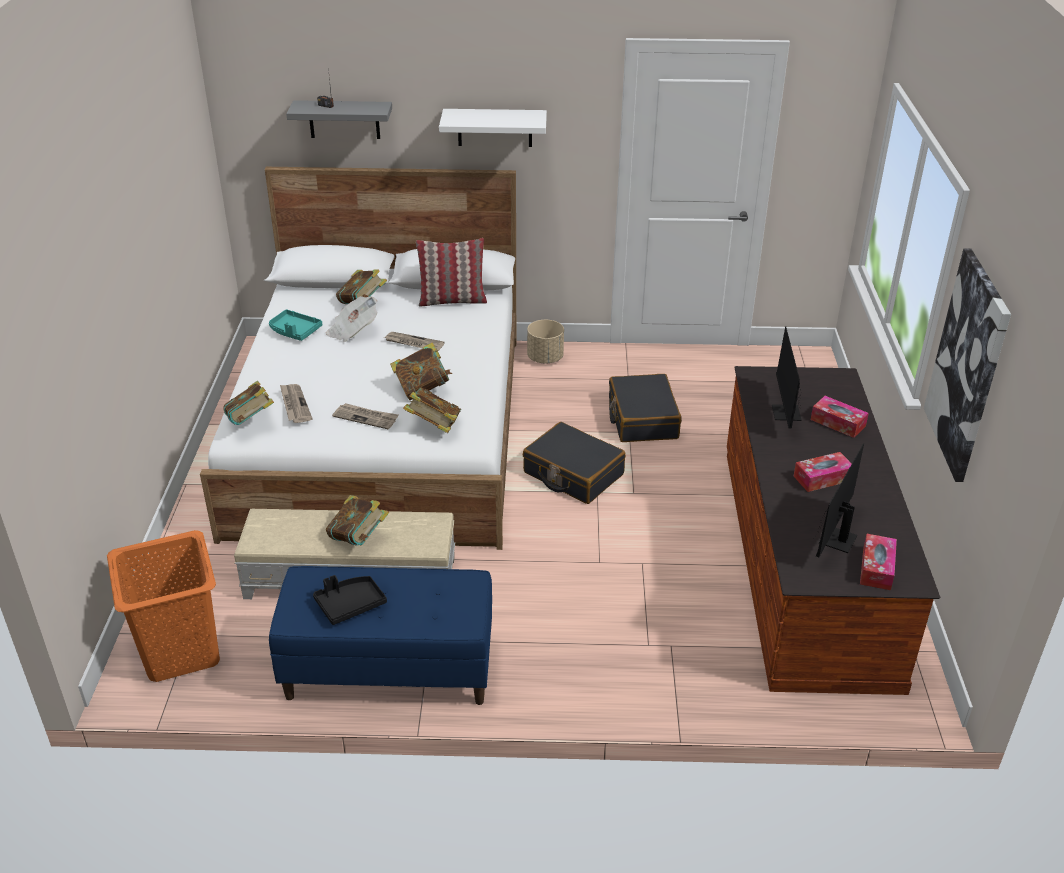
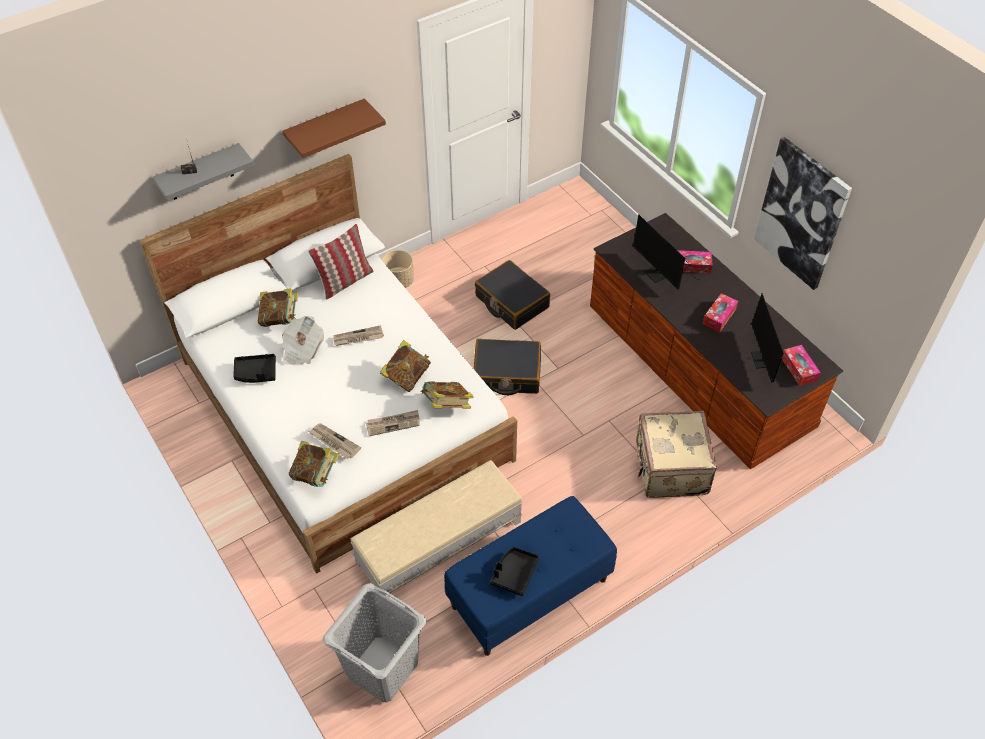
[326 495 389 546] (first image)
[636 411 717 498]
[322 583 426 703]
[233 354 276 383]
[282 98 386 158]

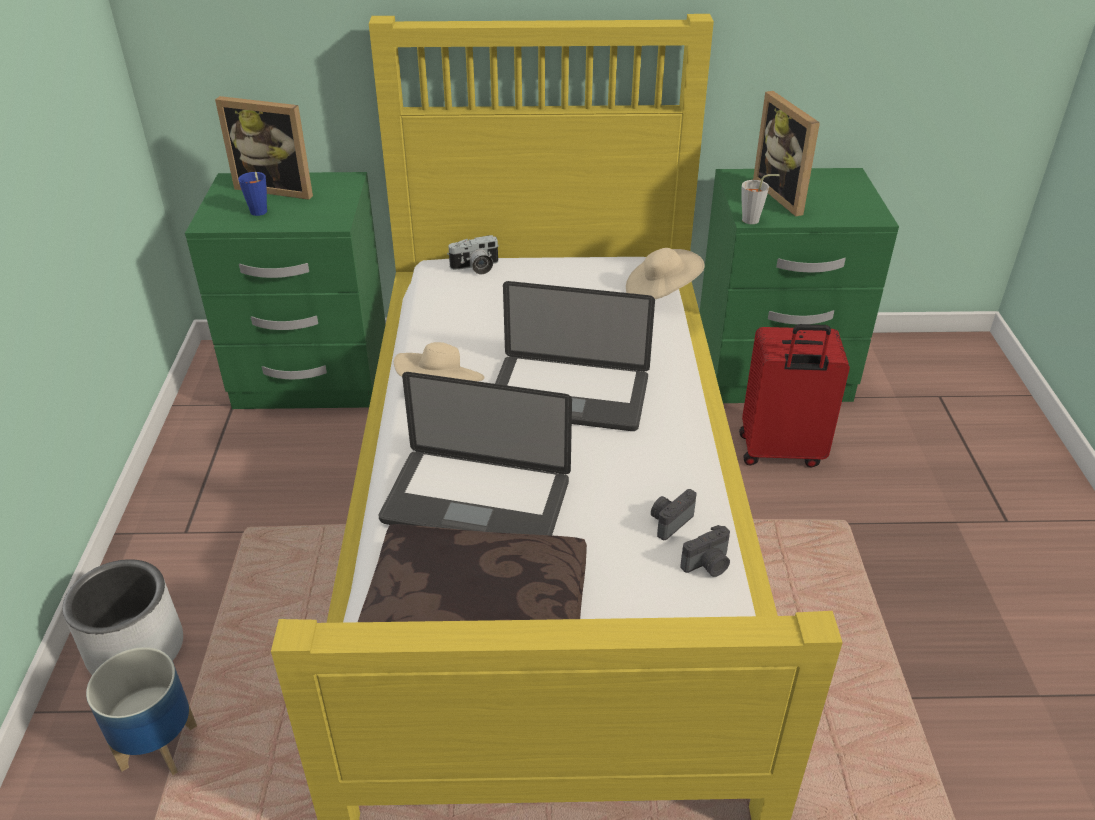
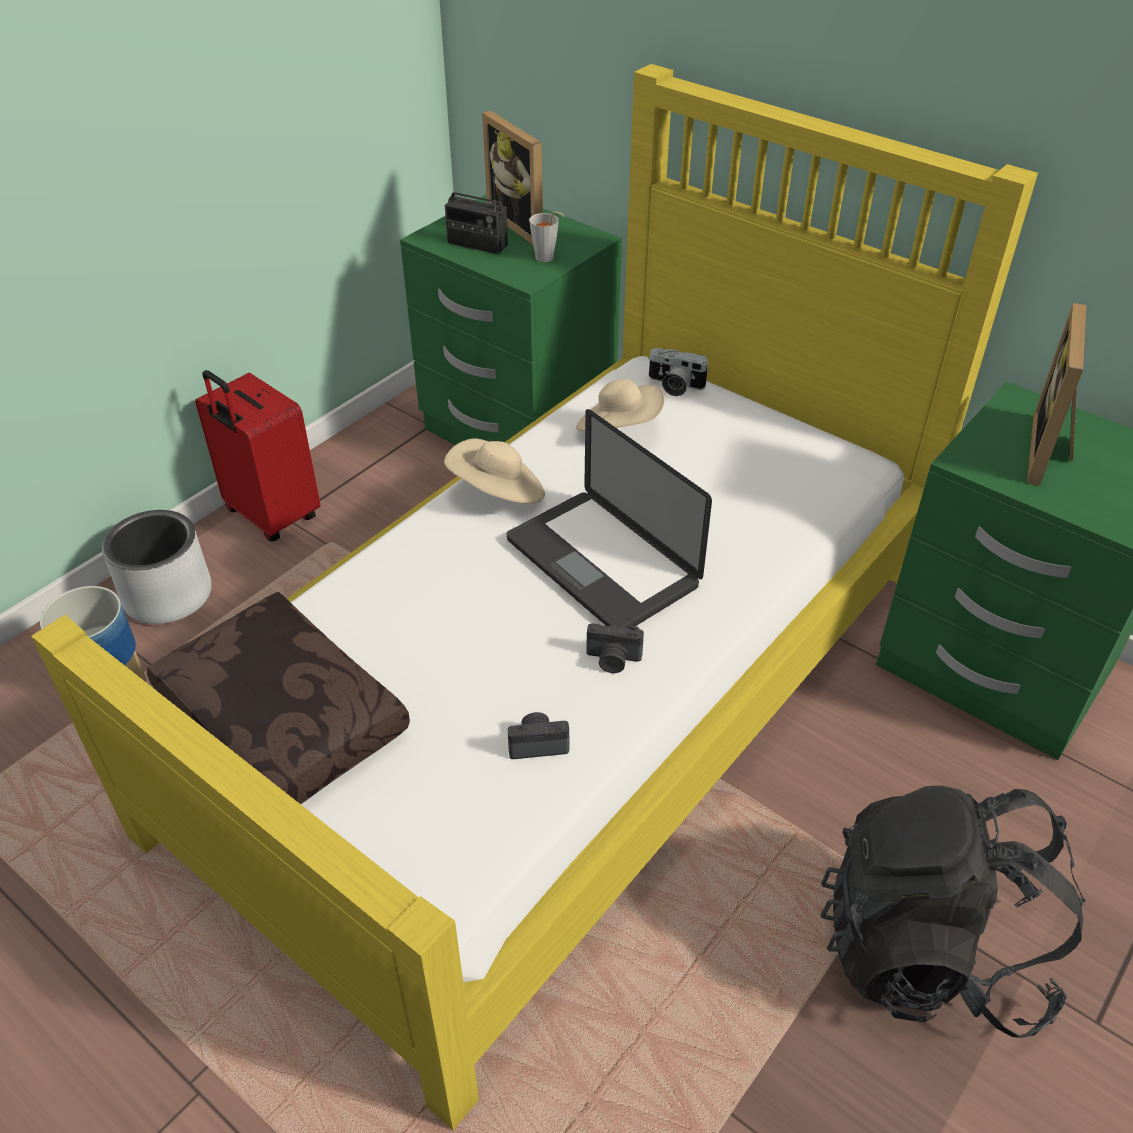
[378 372 572 536] (first image)
[820 785 1085 1038]
[576 379 665 431]
[586 623 644 673]
[195 370 320 542]
[529 211 565 262]
[445 168 508 255]

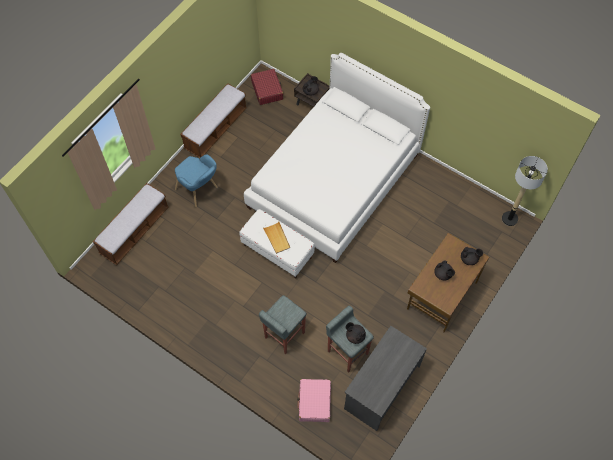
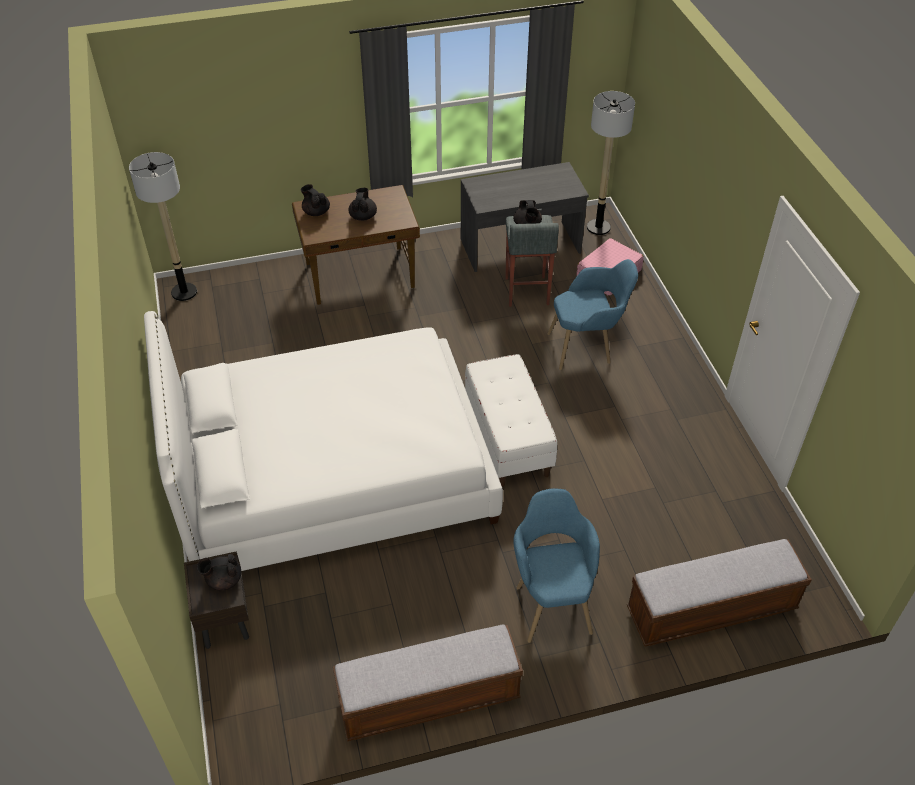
[251 69 283 105] (first image)
[263 222 290 254] (first image)
[587 91 635 235]
[547 259 638 370]

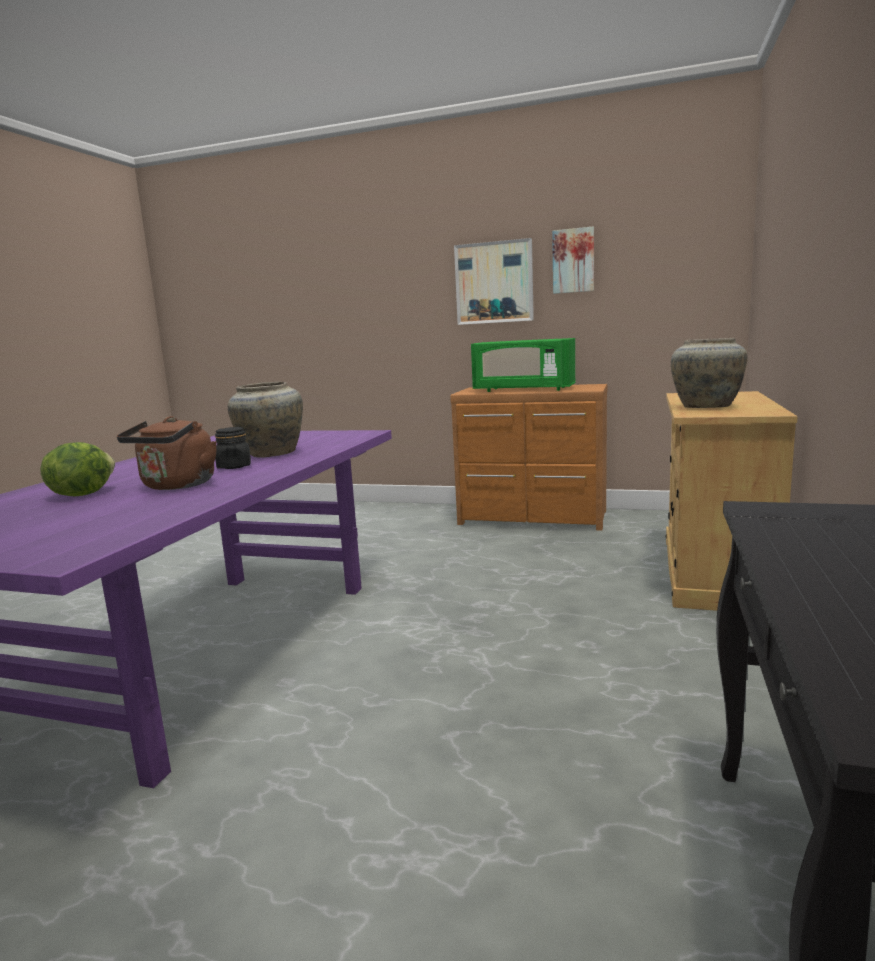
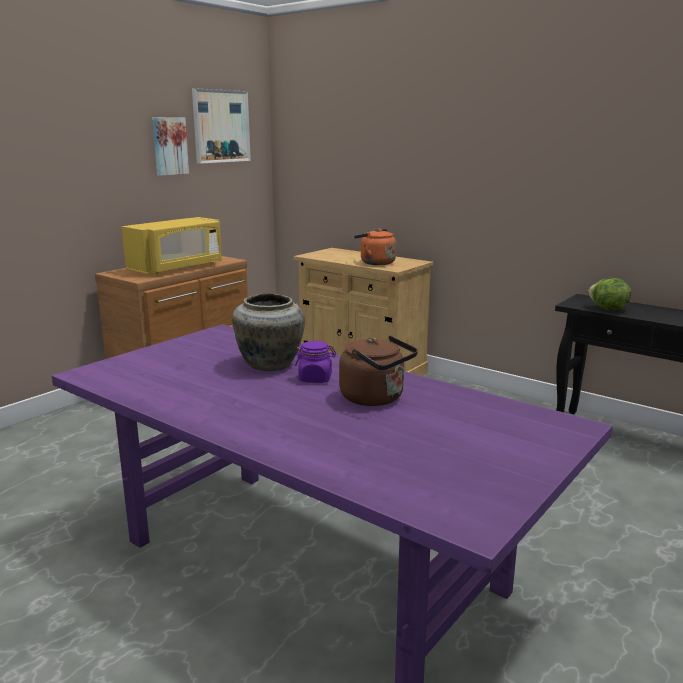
[588 278 631 310]
[192 88 251 164]
[354 229 396 265]
[295 341 336 383]
[122 217 222 275]

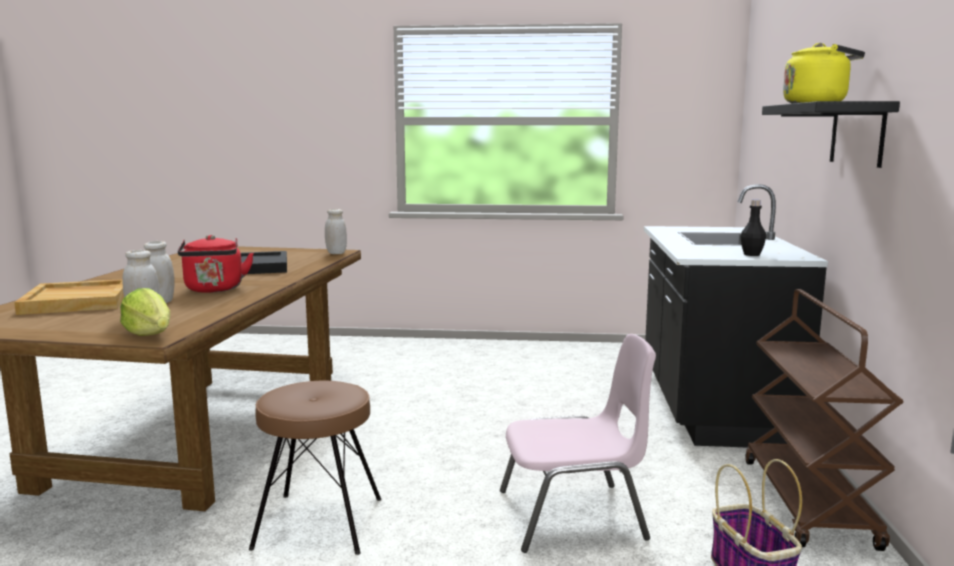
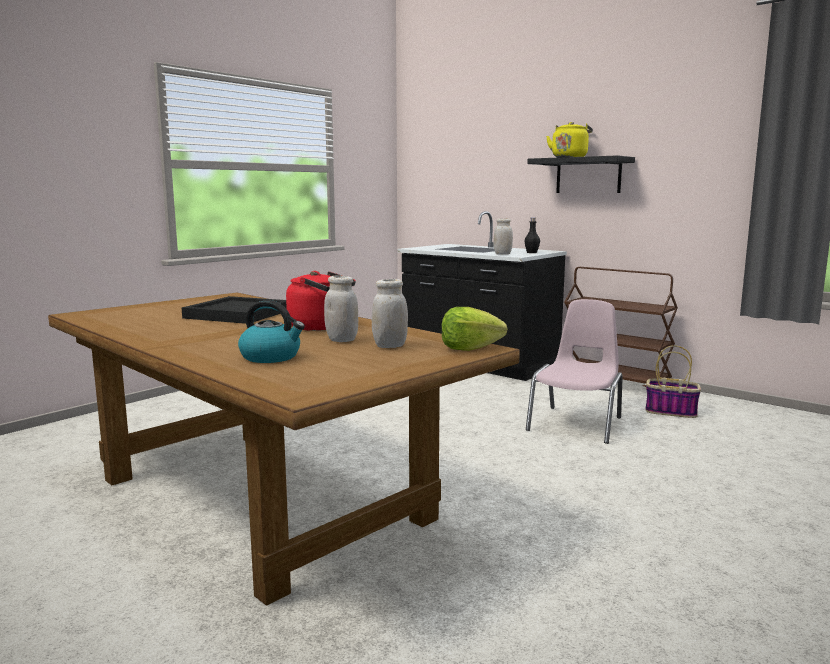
[249 381 381 555] (first image)
[493 218 513 255]
[238 300 305 363]

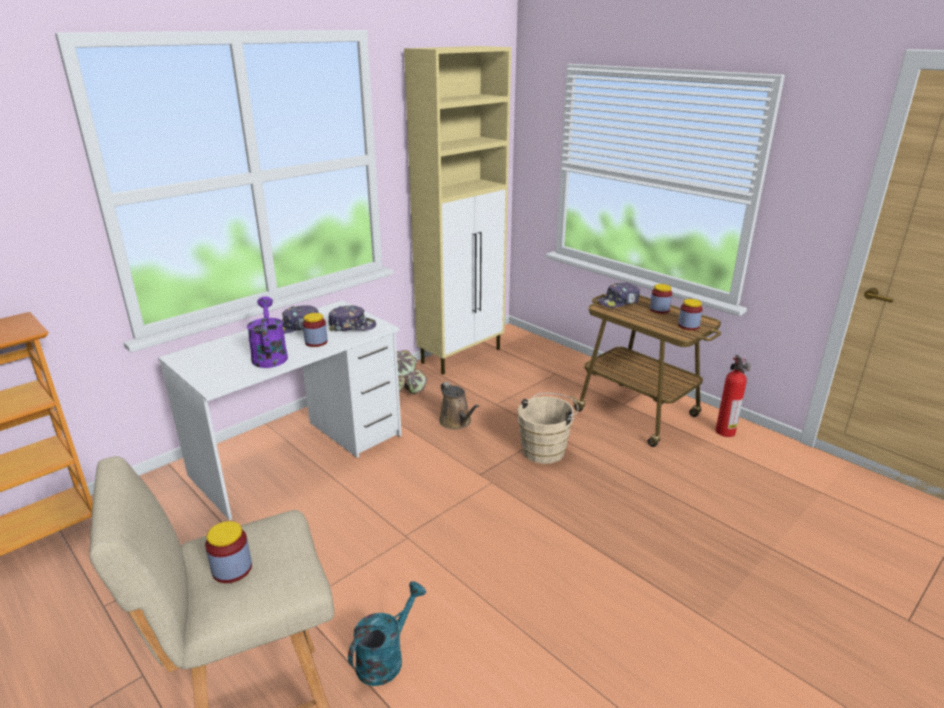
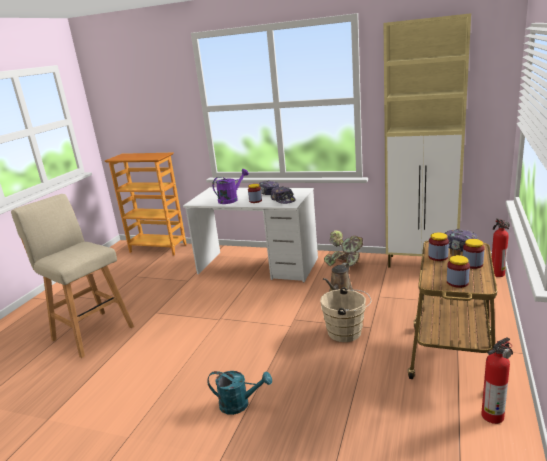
[492 218 510 277]
[428 233 449 261]
[207 371 272 415]

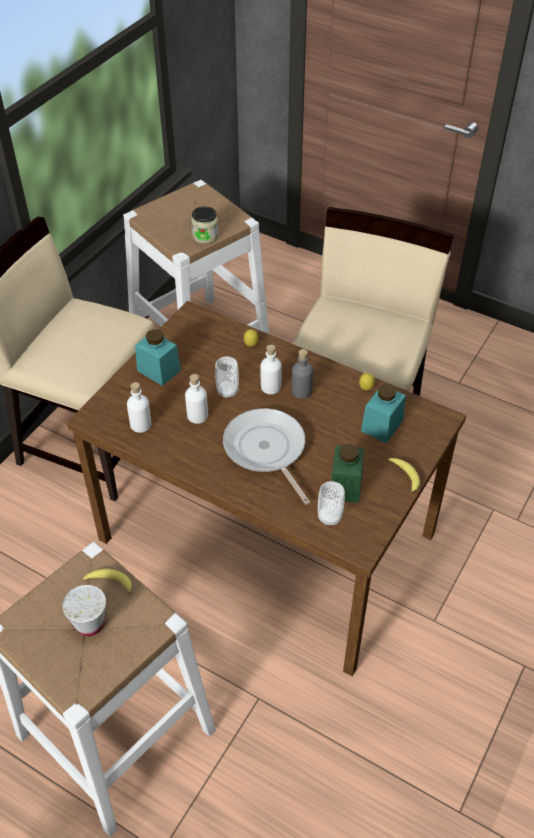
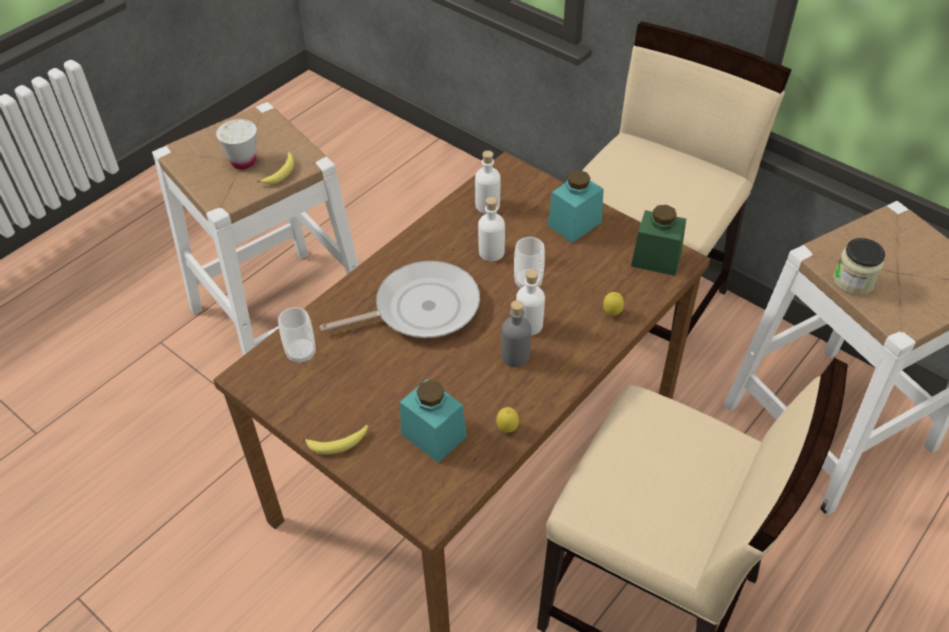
[631 205 686 276]

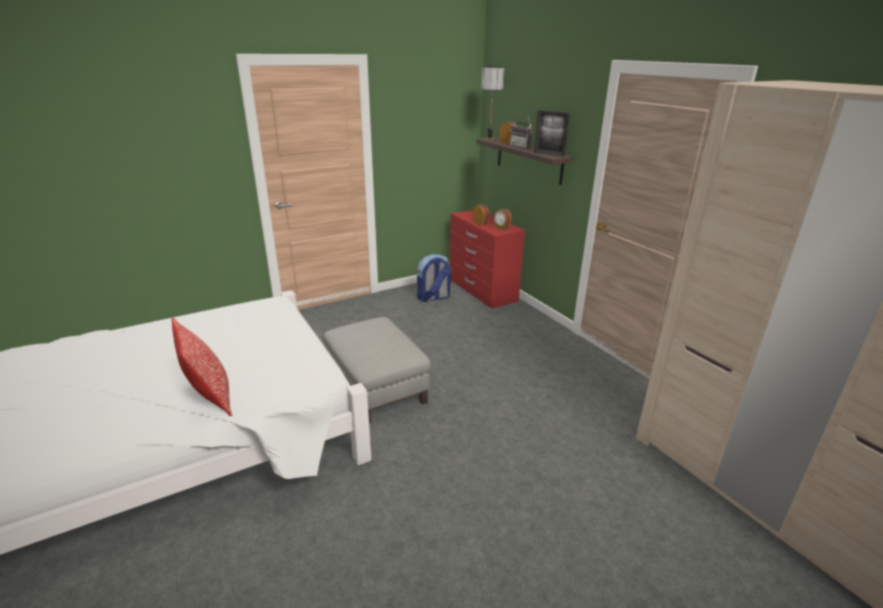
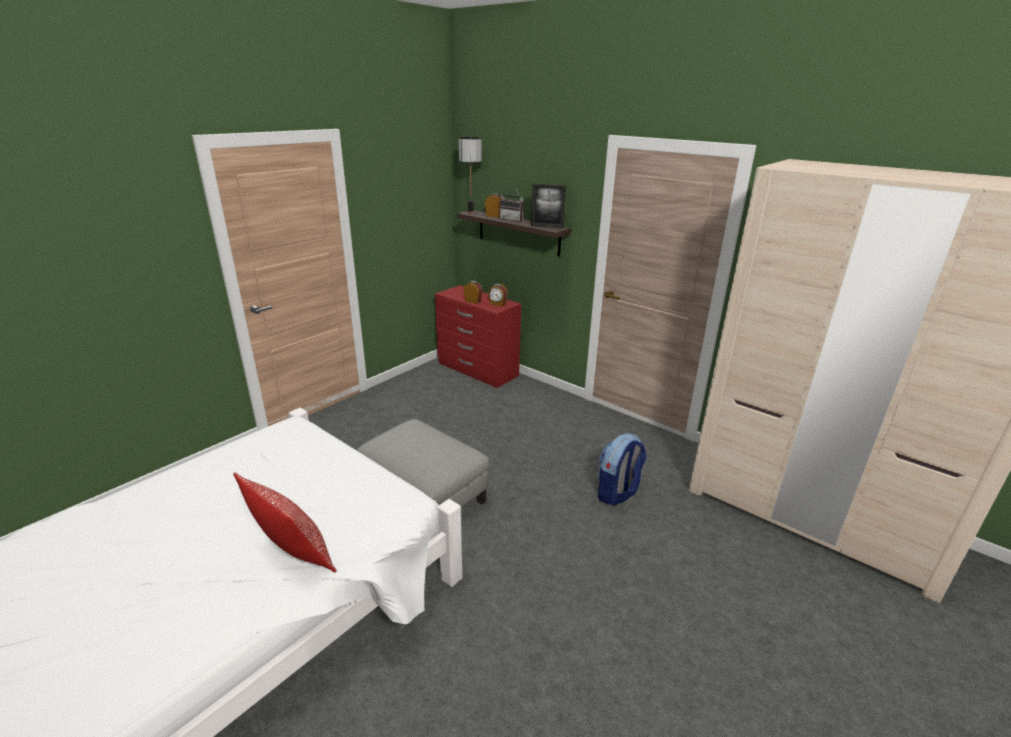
[598 433 647 505]

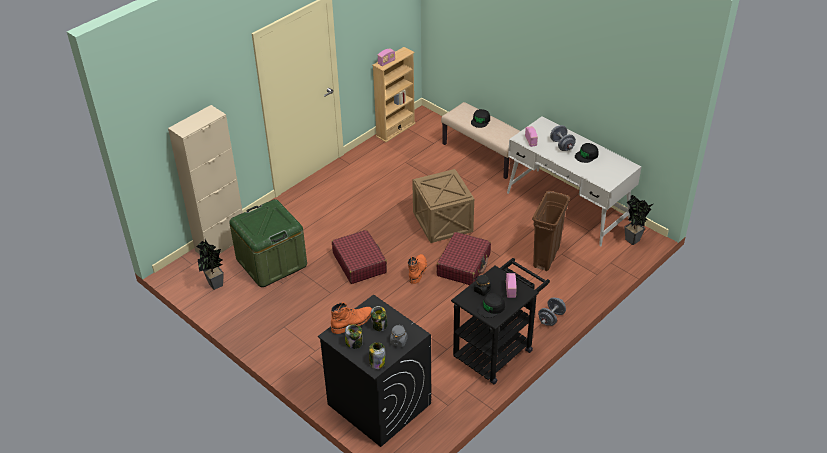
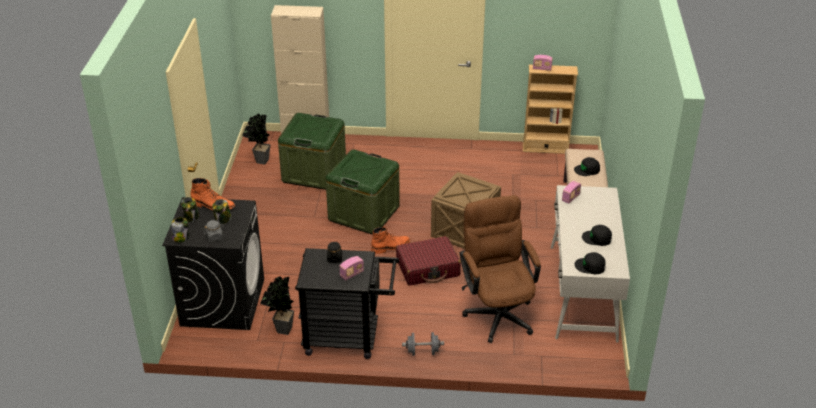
[550 125 576 151] (first image)
[574 252 606 274]
[260 276 294 335]
[326 149 400 234]
[460 195 541 343]

